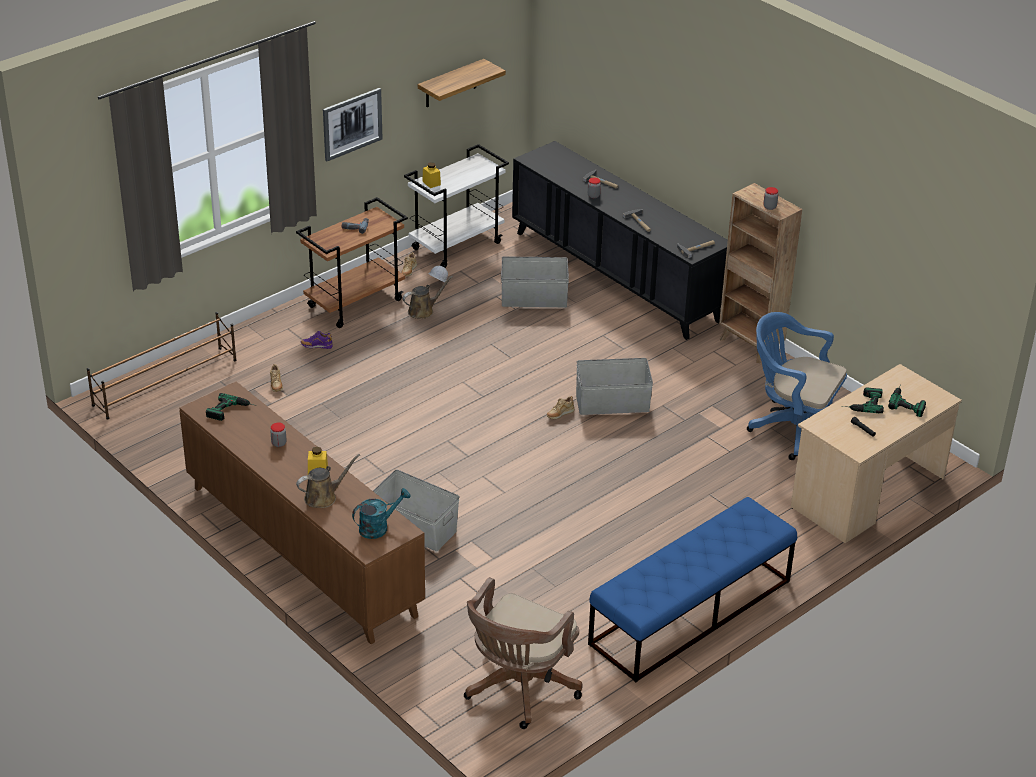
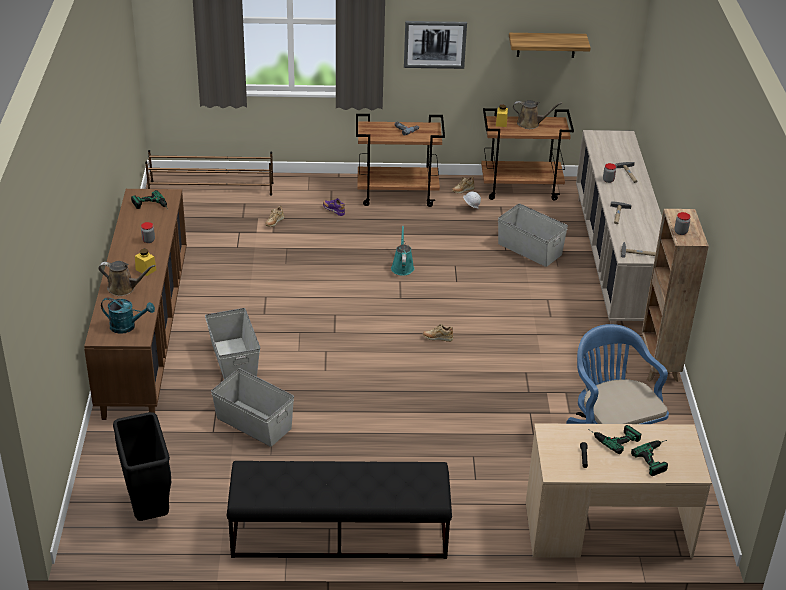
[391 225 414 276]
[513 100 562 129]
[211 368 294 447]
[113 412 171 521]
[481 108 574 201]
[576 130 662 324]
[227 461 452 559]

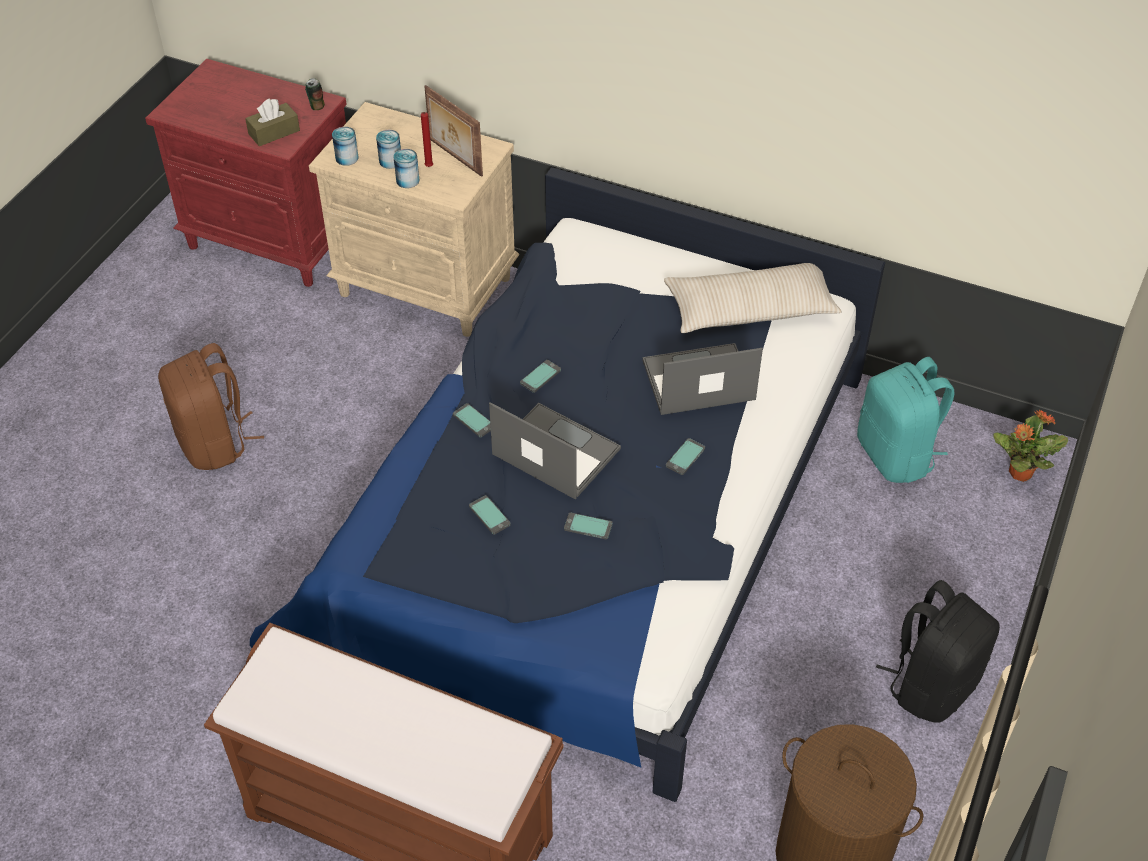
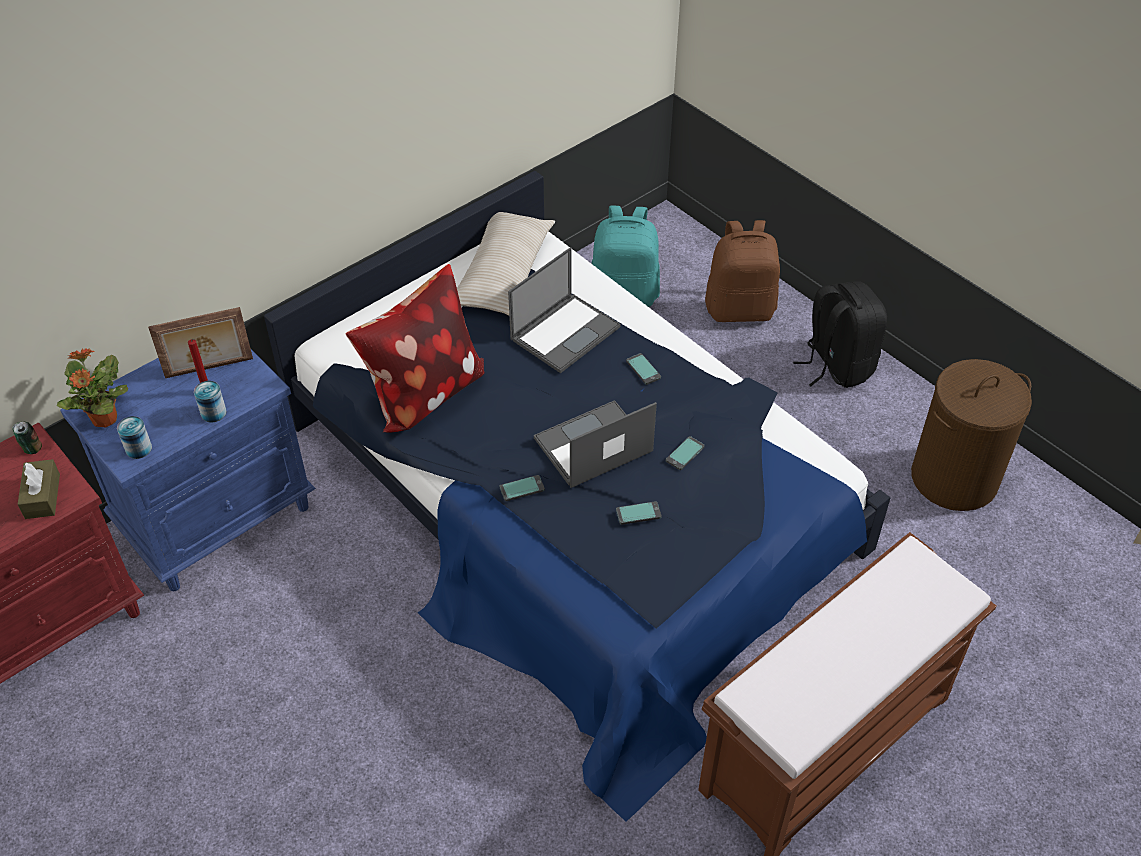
[376 130 401 169] (first image)
[520 360 561 393] (first image)
[346 264 484 433]
[705 220 780 322]
[57 348 128 427]
[60 349 316 591]
[508 247 621 373]

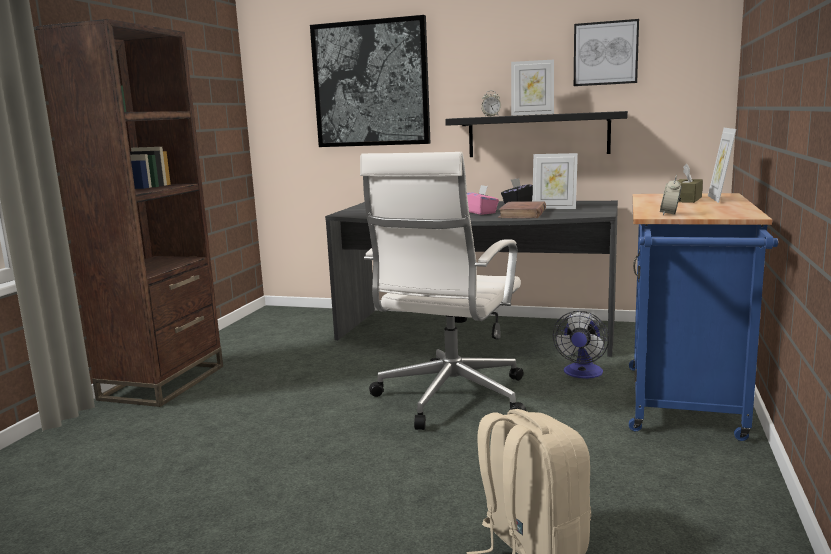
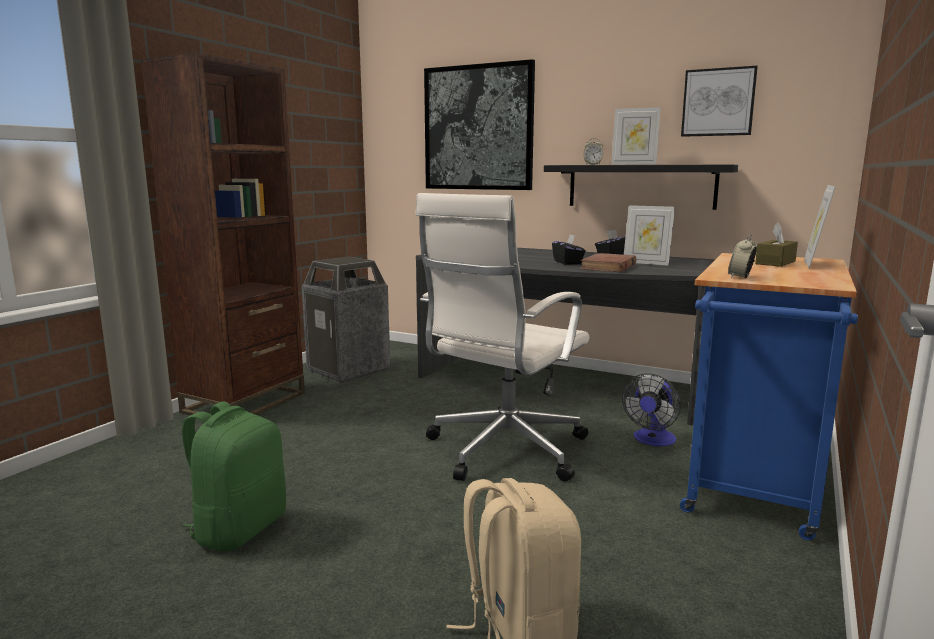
[182 401 286 552]
[302 257 390 383]
[552 234 586 265]

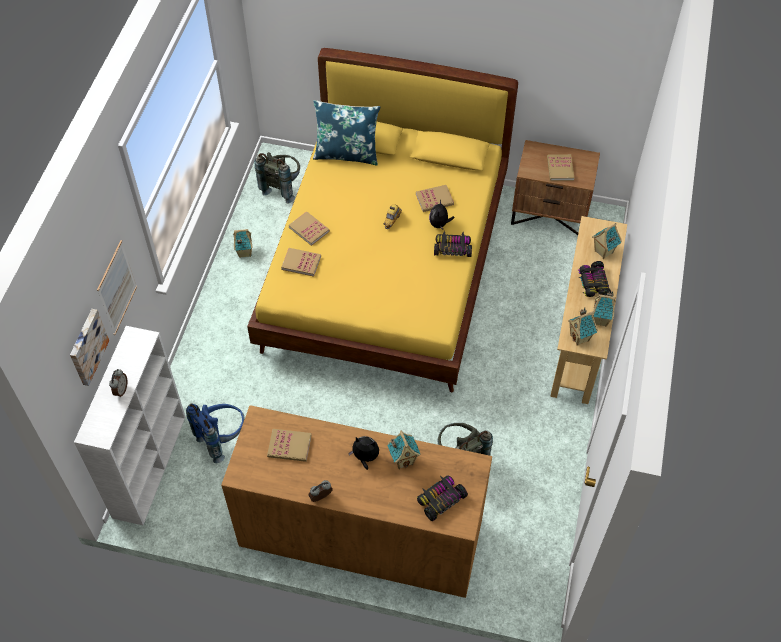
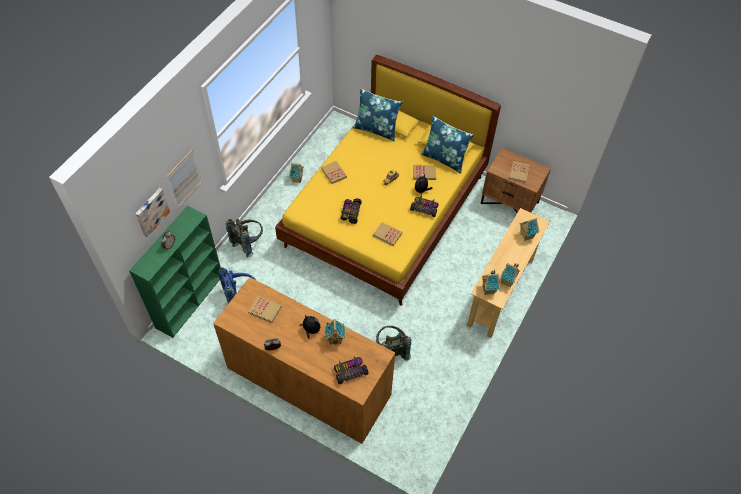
[421 116 474 174]
[226 219 263 257]
[373 222 402 246]
[340 198 362 224]
[129 206 221 338]

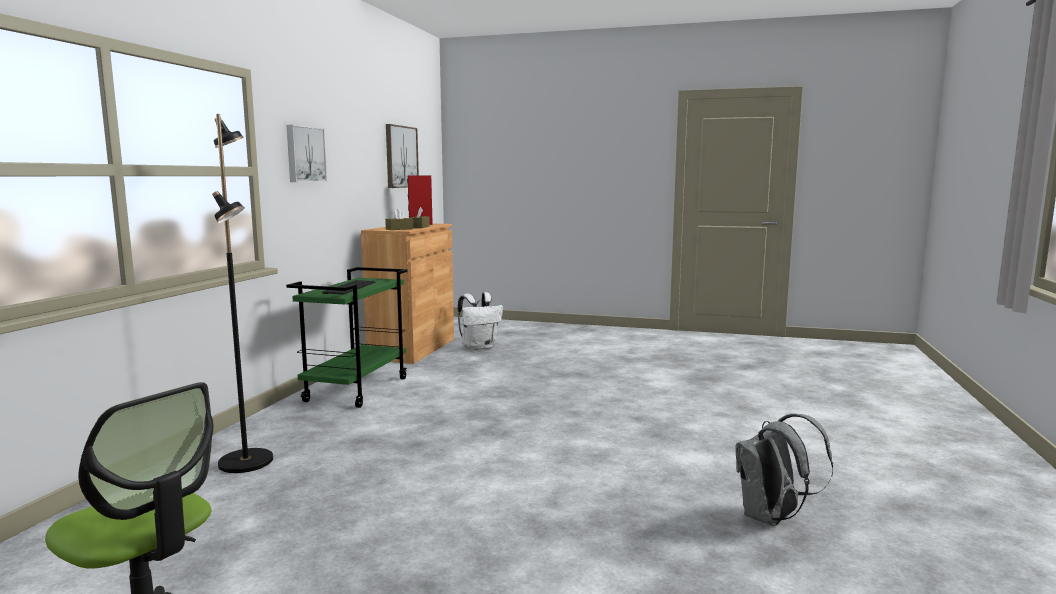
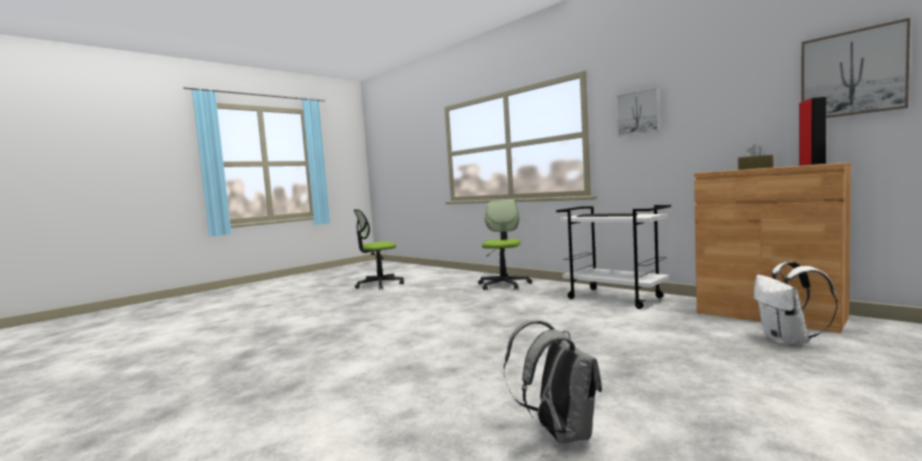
[385 208 413 230] (first image)
[504 320 602 444]
[478 200 532 290]
[556 205 671 309]

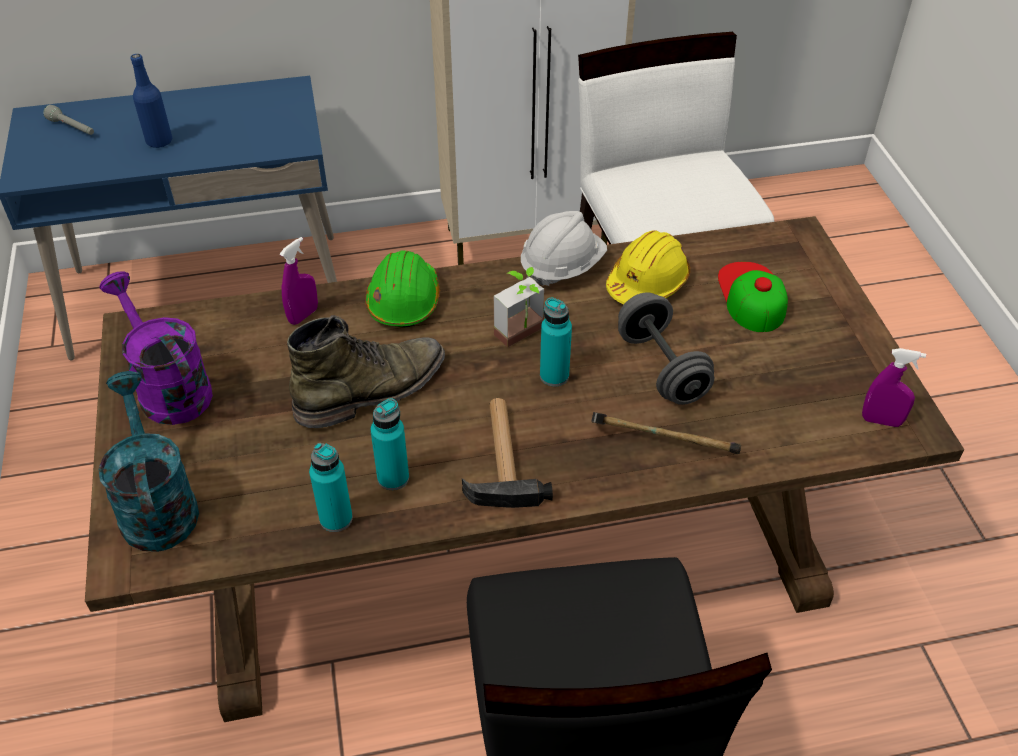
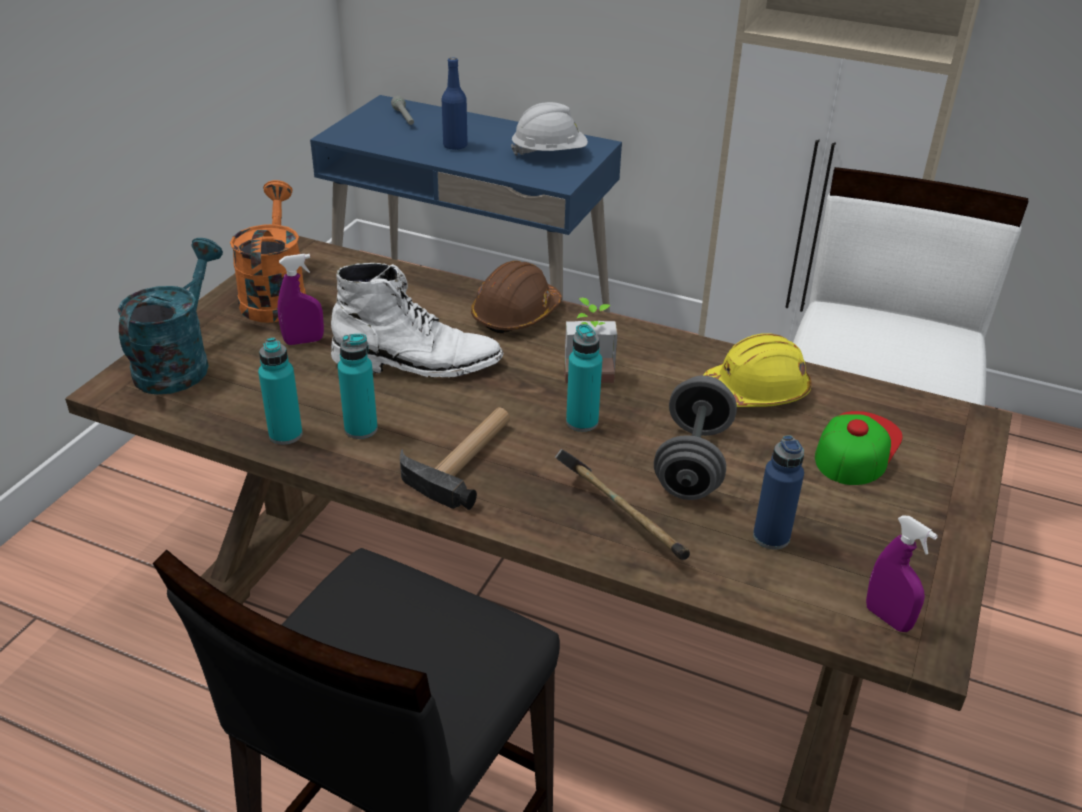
[753 436 804 549]
[278 254 324 345]
[511 102 588 156]
[230 180 306 323]
[331 263 503 377]
[471 261 562 334]

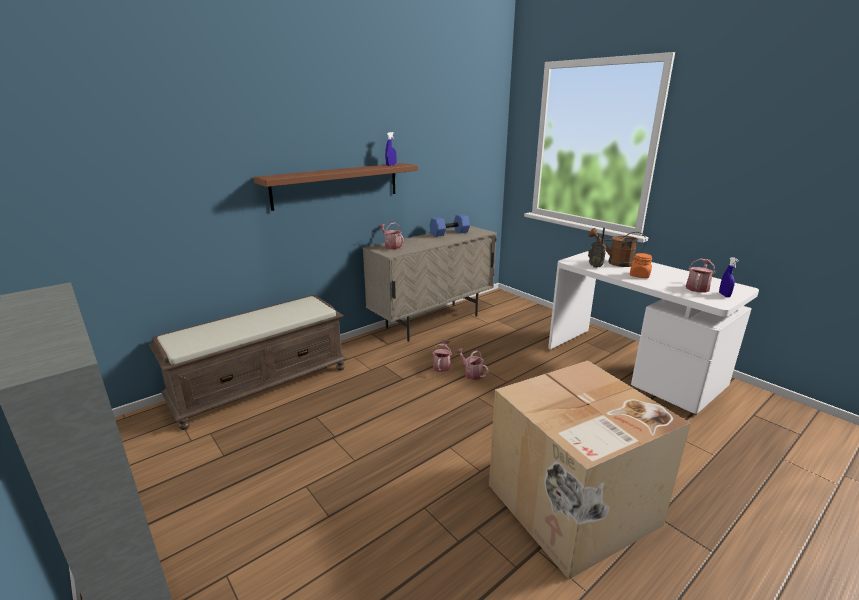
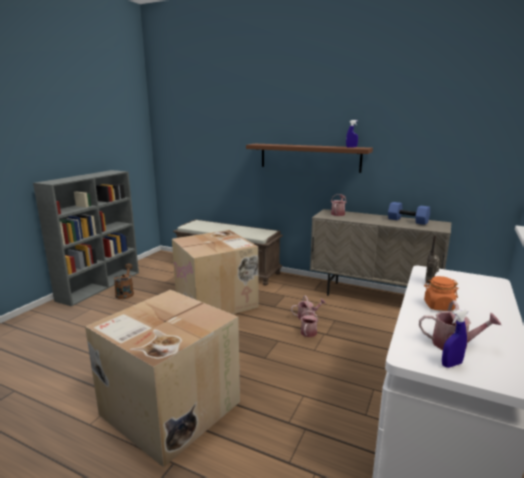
[172 230 259 314]
[114 264 134 299]

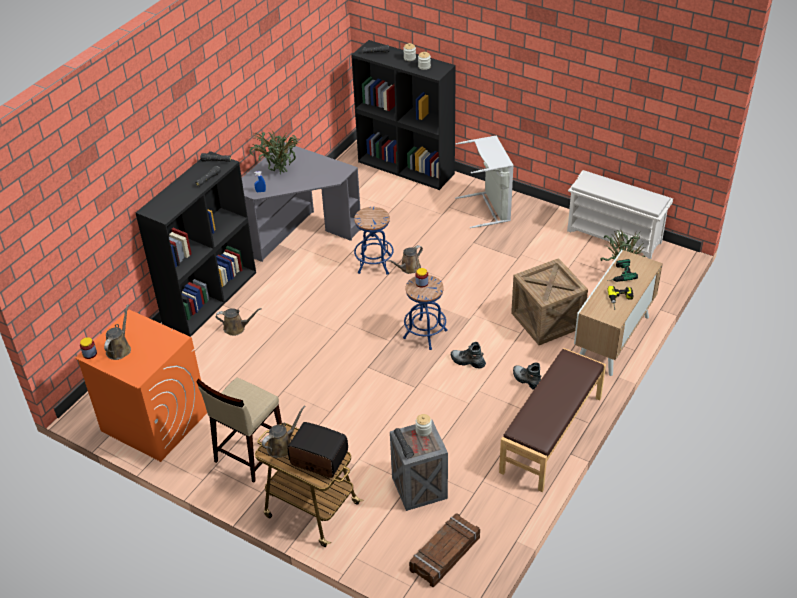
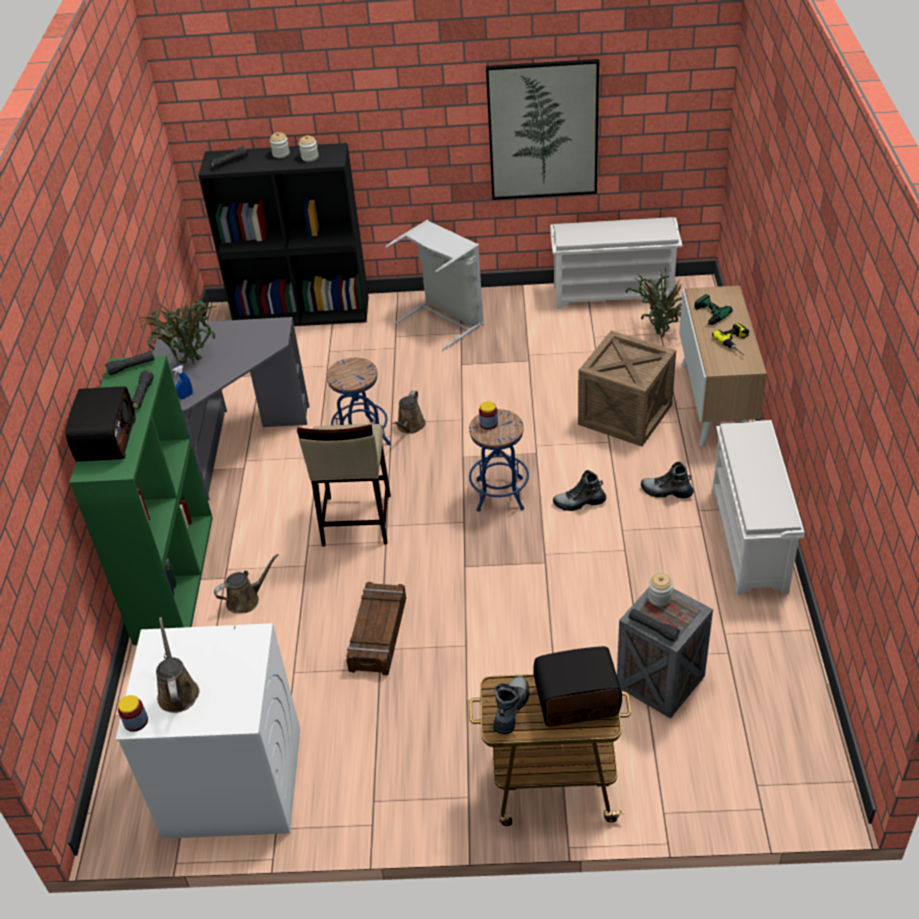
[65 386 136 461]
[486 59 599 200]
[297 424 391 546]
[346 582 406 675]
[493 676 529 734]
[712 420 805 595]
[116 623 300 839]
[69 355 213 645]

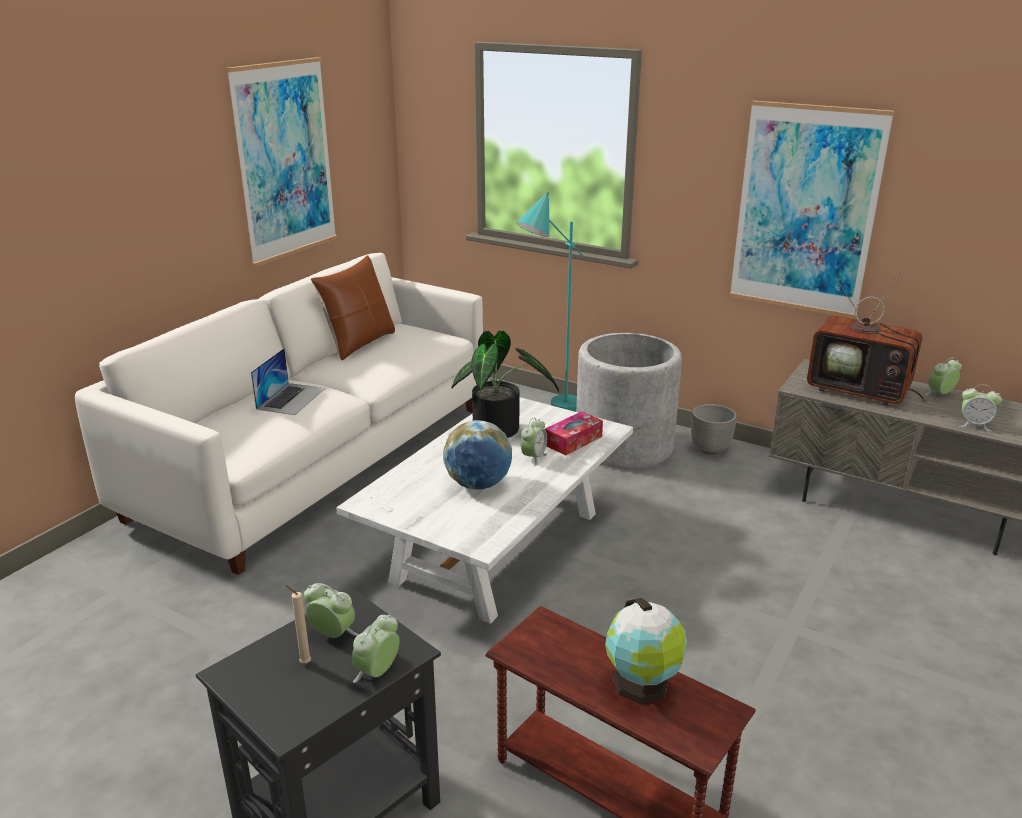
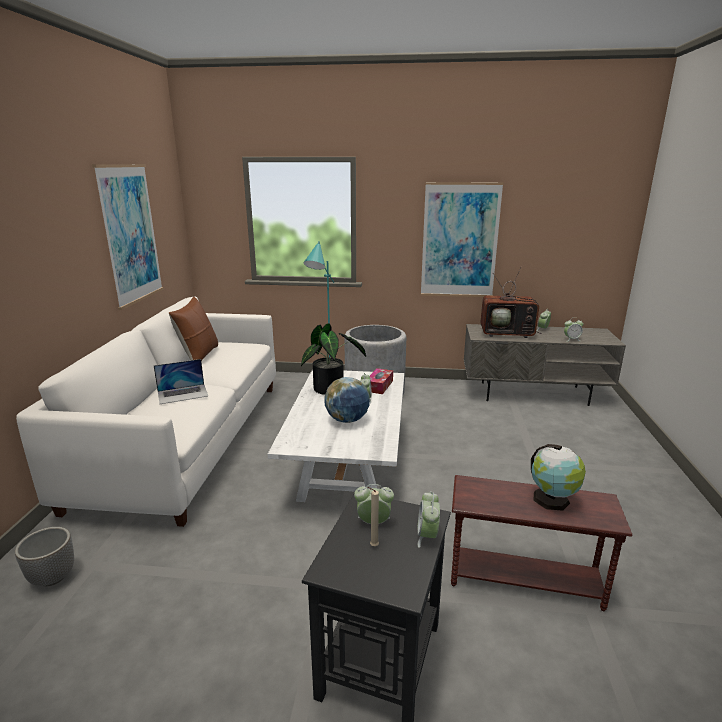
[15 527 74 586]
[154 359 208 404]

